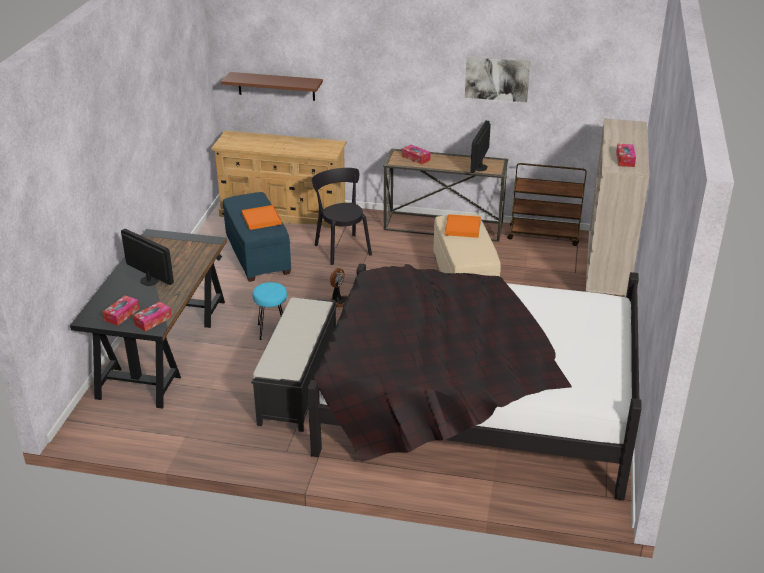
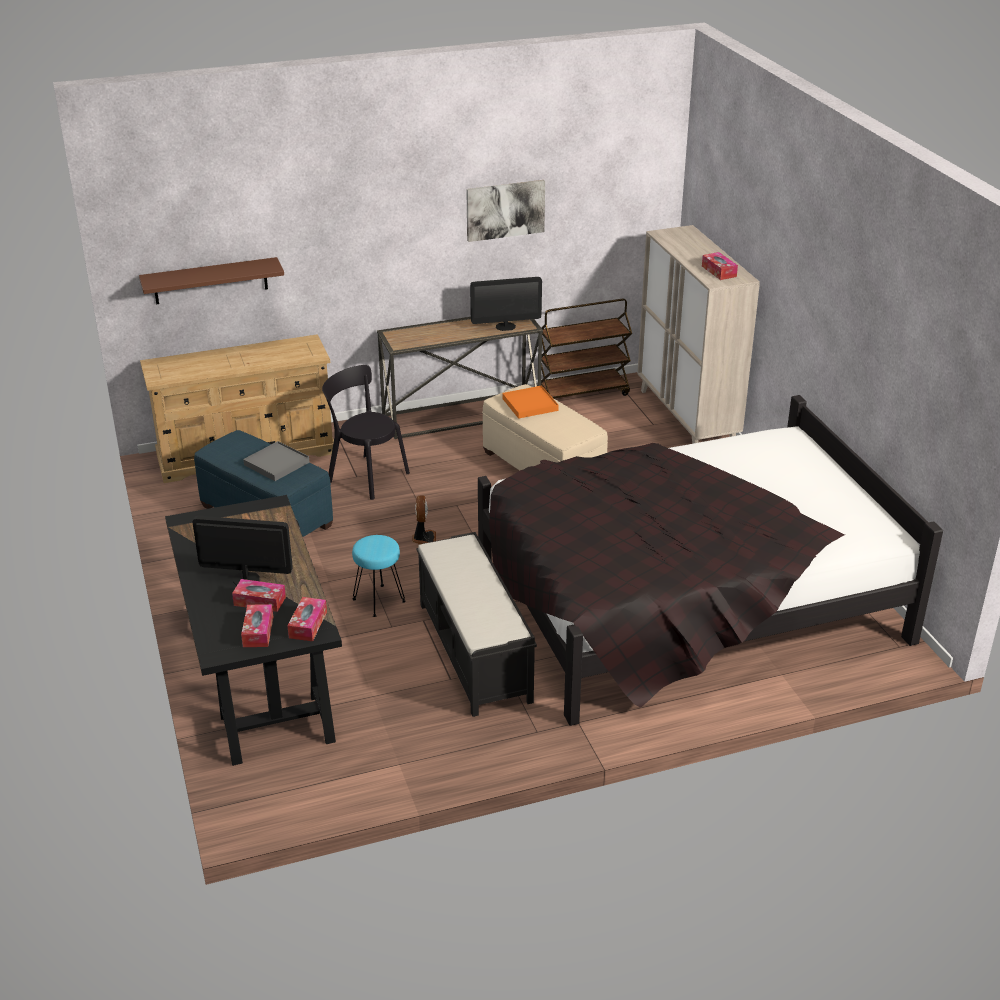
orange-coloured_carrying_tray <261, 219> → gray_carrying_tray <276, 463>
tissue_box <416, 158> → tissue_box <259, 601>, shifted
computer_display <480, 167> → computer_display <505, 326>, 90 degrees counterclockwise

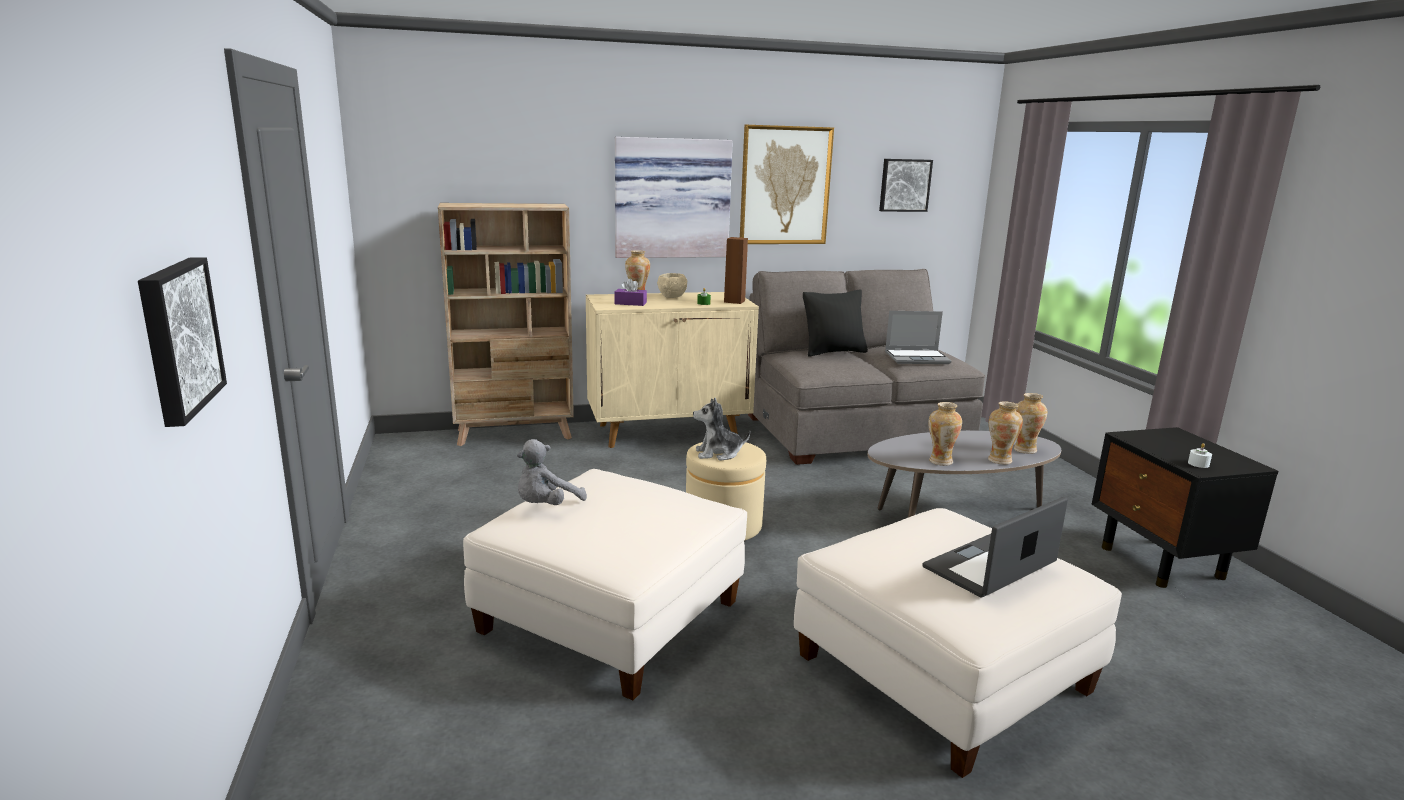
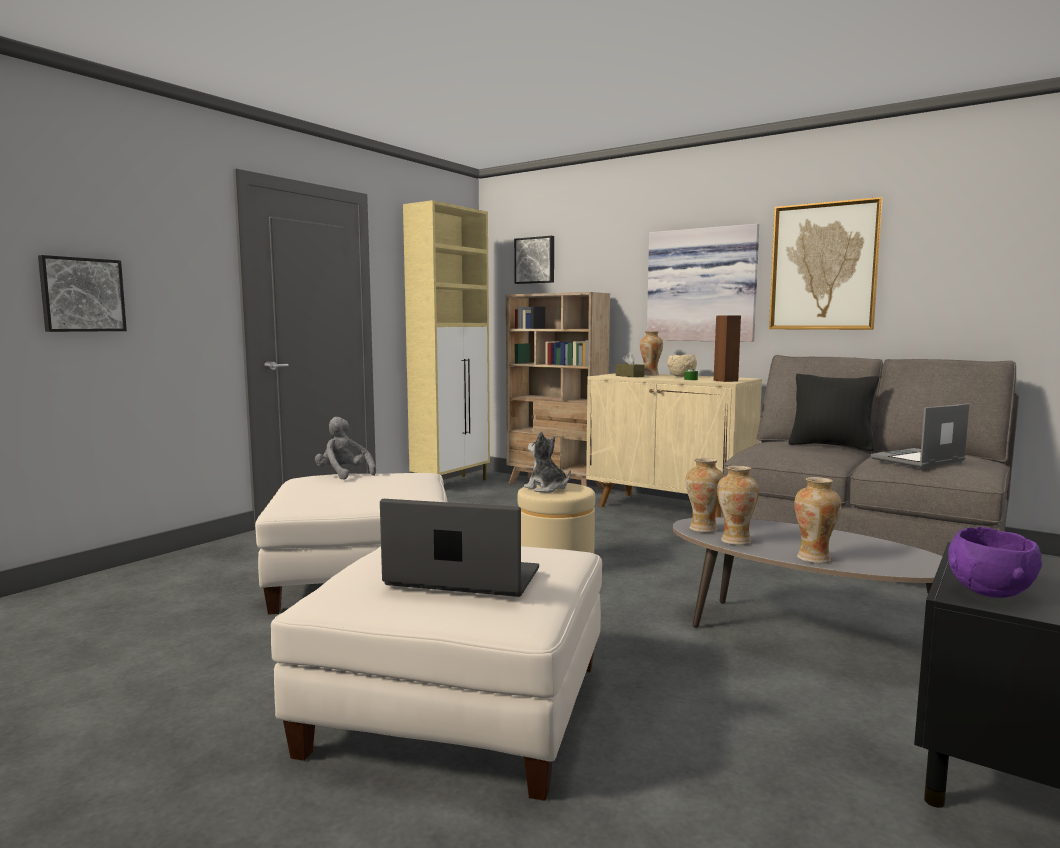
gray_soft_toy <546, 506> → gray_soft_toy <343, 475>, 45 degrees clockwise
purplish_tissue_box <630, 303> → brown_tissue_box <629, 376>
picture <904, 185> → picture <535, 260>, shifted
portable_computer <917, 358> → portable_computer <918, 460>, 105 degrees clockwise
vase <1024, 449> → vase <703, 529>, shifted
white_candle <1198, 464> → purplish_deep_dish <988, 593>
- → beige_cabinet <452, 484>

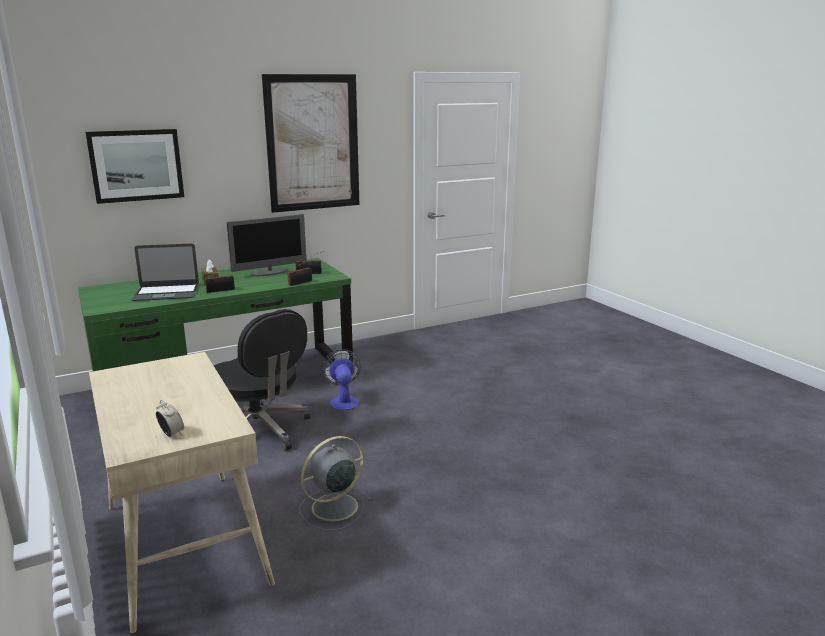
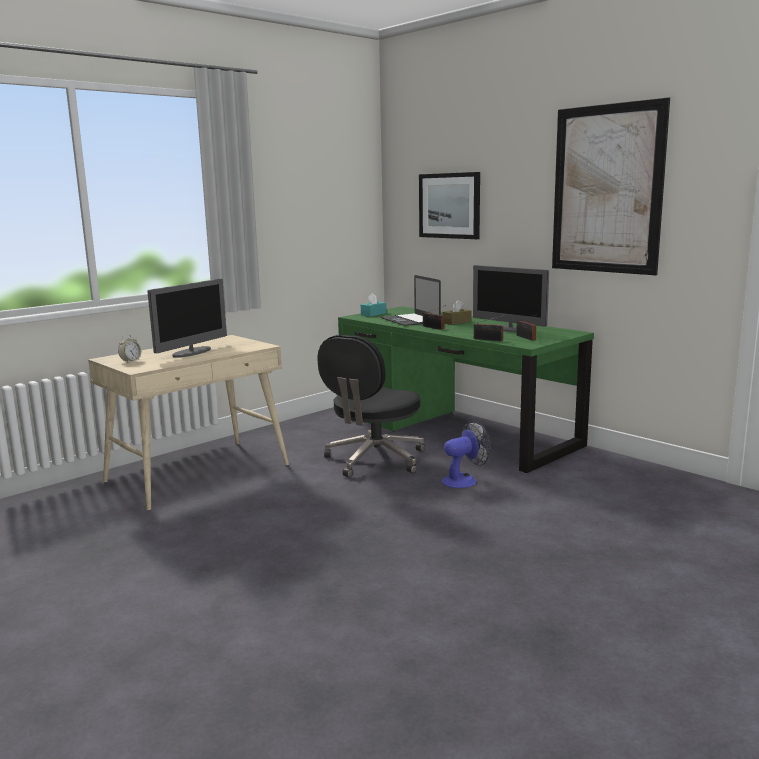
gray_electric_fan <332, 508> → -
- → computer_display <192, 352>
- → turquoise_tissue_box <373, 314>

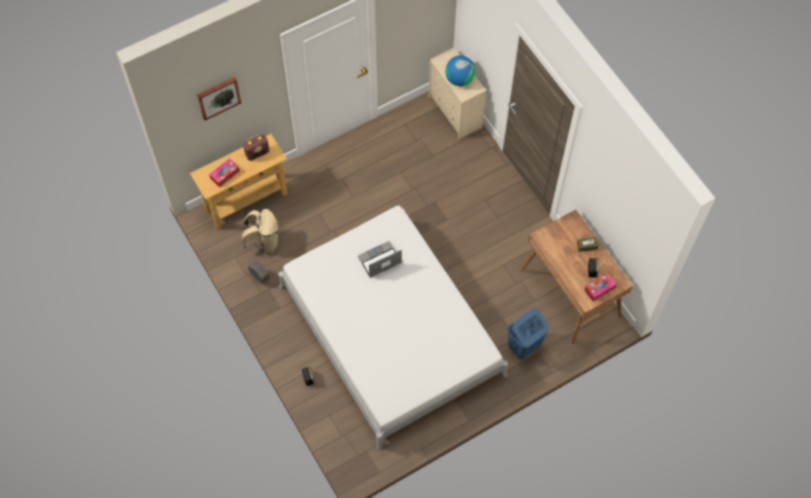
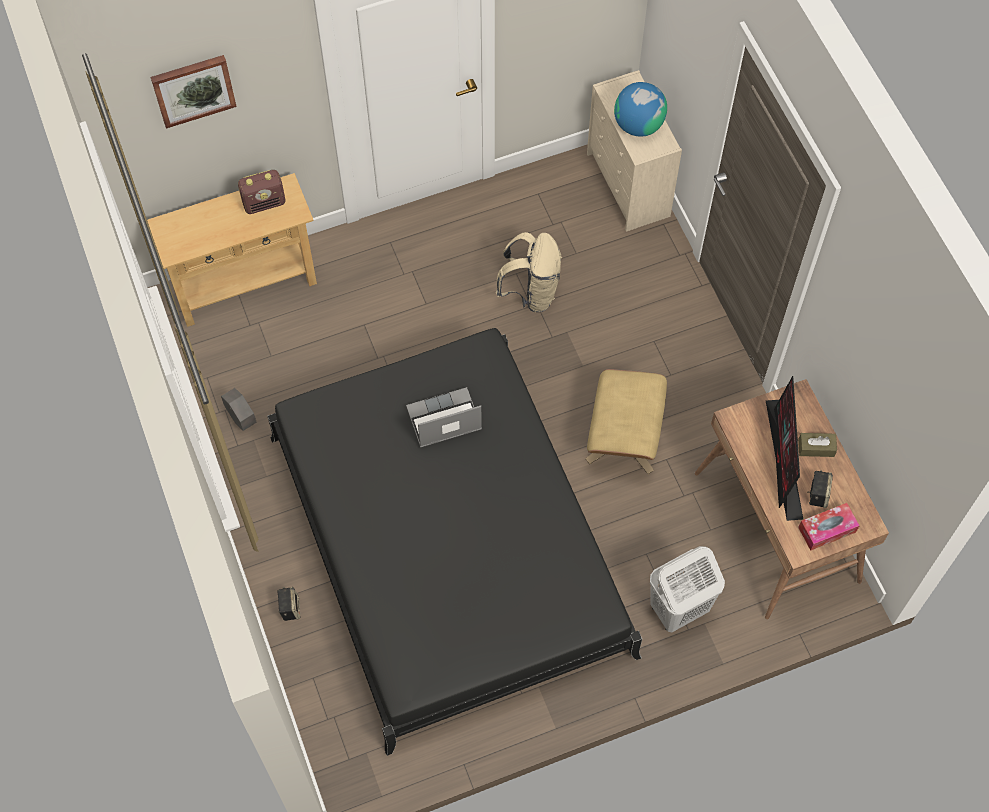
tissue_box <225, 175> → -
beige_rucksack <264, 242> → beige_rucksack <531, 292>, shifted
white_sleeping_bed <391, 329> → blackish_sleeping_bed <449, 544>
blue-coloured_washing_basket <523, 346> → white_washing_basket <678, 609>
- → beige_ottoman <624, 439>
- → computer_display <784, 460>

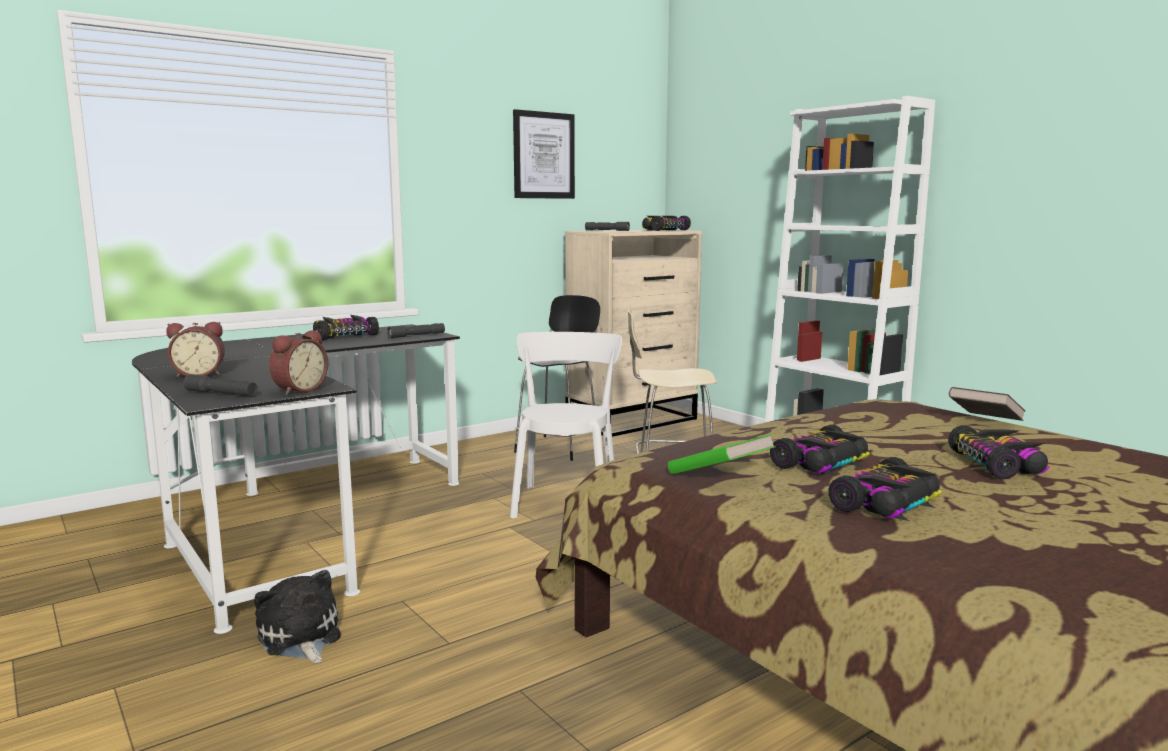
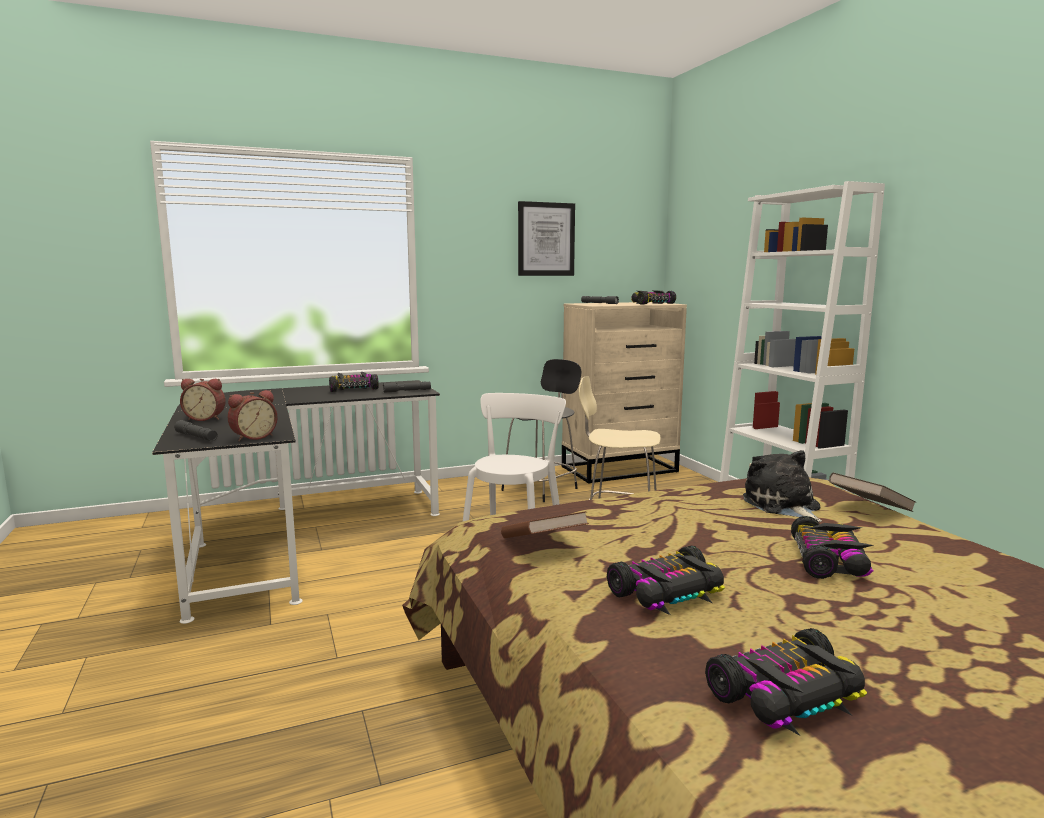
soft_toy <300, 638> → soft_toy <783, 505>, shifted
greenish_book <719, 477> → brown_book <542, 545>
toy_car <822, 464> → toy_car <787, 697>, shifted

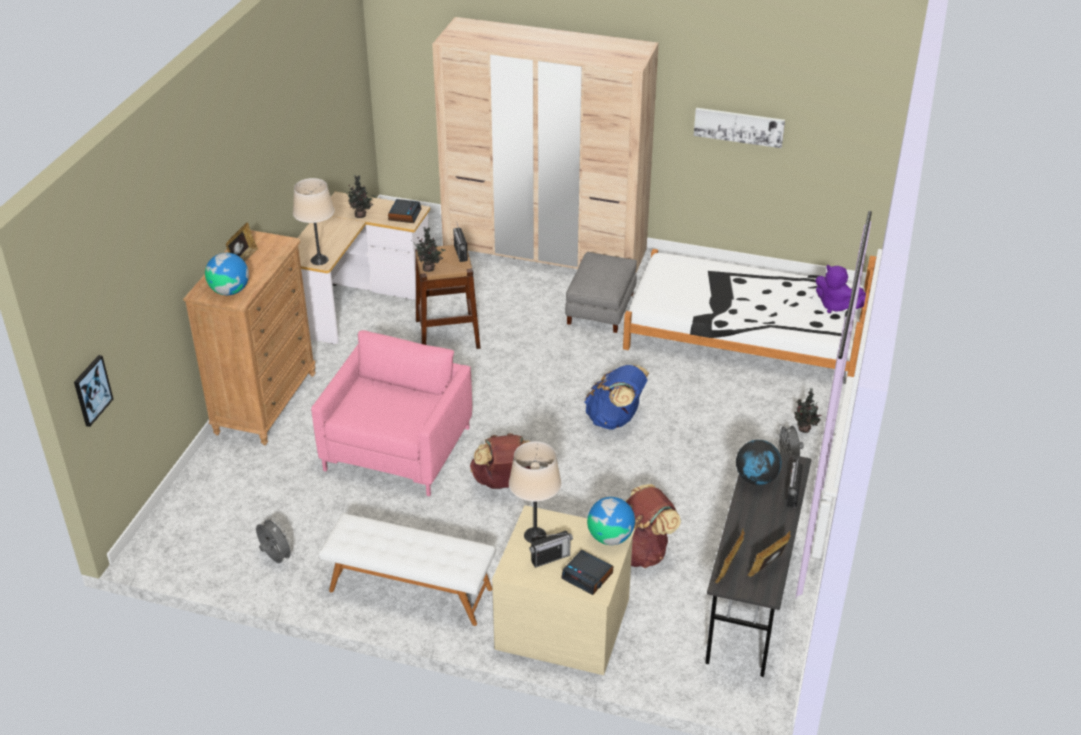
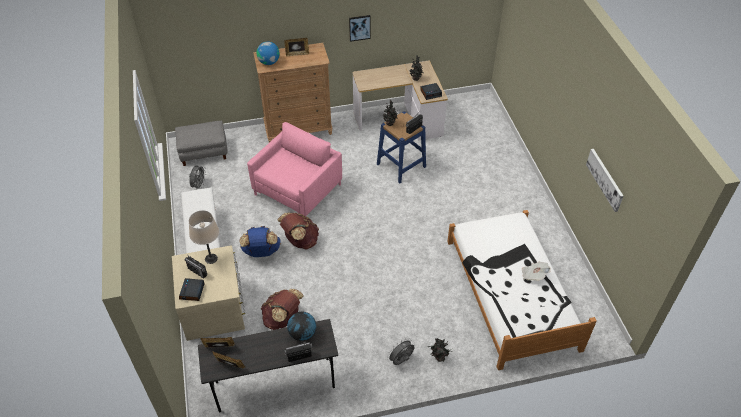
picture <92, 390> → picture <359, 27>, shifted
beige_table_lamp <319, 260> → -
pink_armchair <398, 449> → pink_armchair <298, 190>, 45 degrees counterclockwise
brown_stool_seat <447, 334> → blue-coloured_stool_seat <401, 165>
beige_armoire <545, 250> → -
gray_ottoman <601, 309> → gray_ottoman <203, 152>, shifted
blue-coloured_rucksack <615, 419> → blue-coloured_rucksack <261, 252>, shifted
globe <610, 537> → -
purplish_soft_toy <835, 306> → -
- → daily_paper <533, 275>

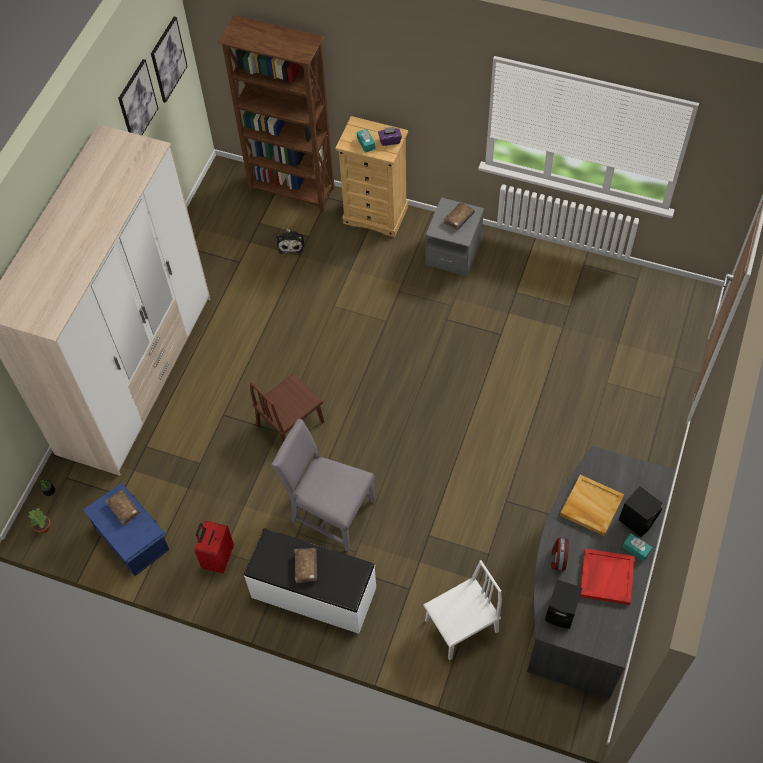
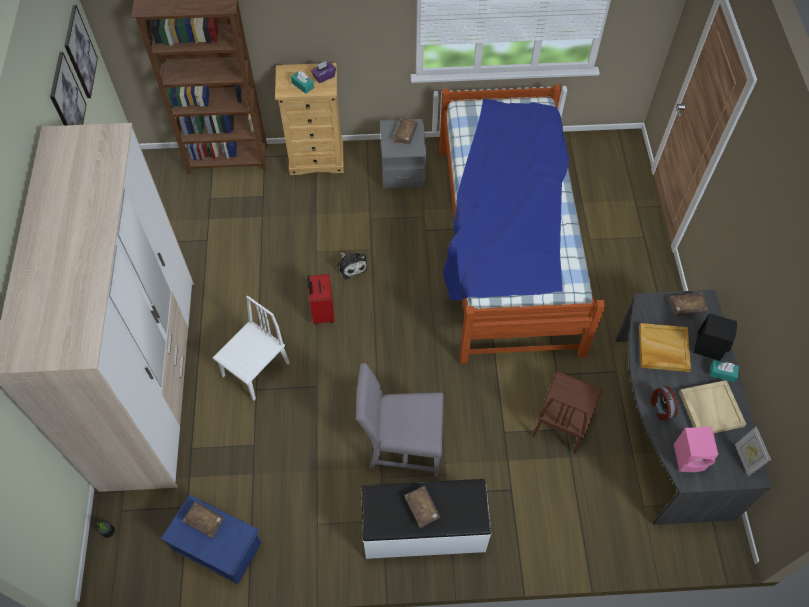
potted_plant <44, 528> → -
reddish_suitcase <218, 558> → reddish_suitcase <322, 312>, shifted
brown_plain_chair <290, 424> → brown_plain_chair <562, 421>, shifted
soft_toy <291, 243> → soft_toy <351, 266>, shifted
white_plain_chair <461, 626> → white_plain_chair <255, 369>, shifted
blackish_speaker <562, 612> → pink_speaker <690, 457>
reddish_carrying_tray <606, 577> → beige_carrying_tray <710, 409>
- → sleeping_bed <505, 246>
- → brown_book <687, 307>
- → photo_frame <744, 459>

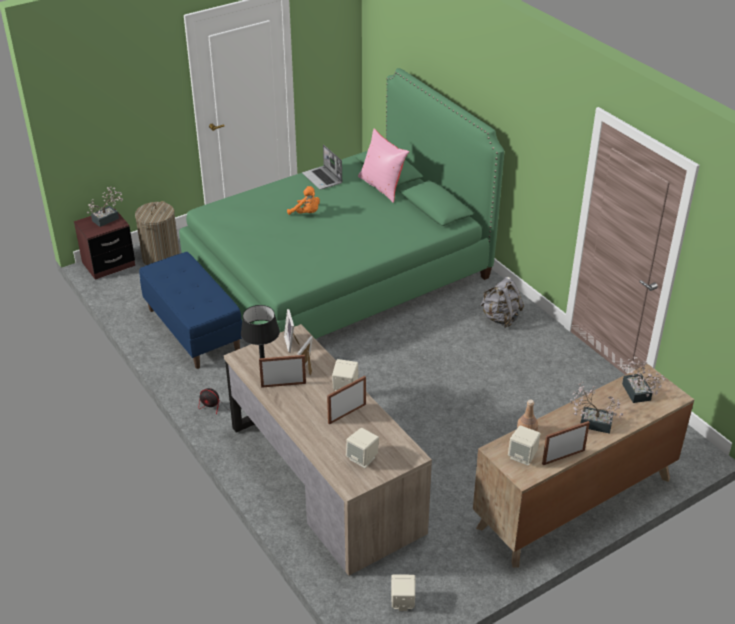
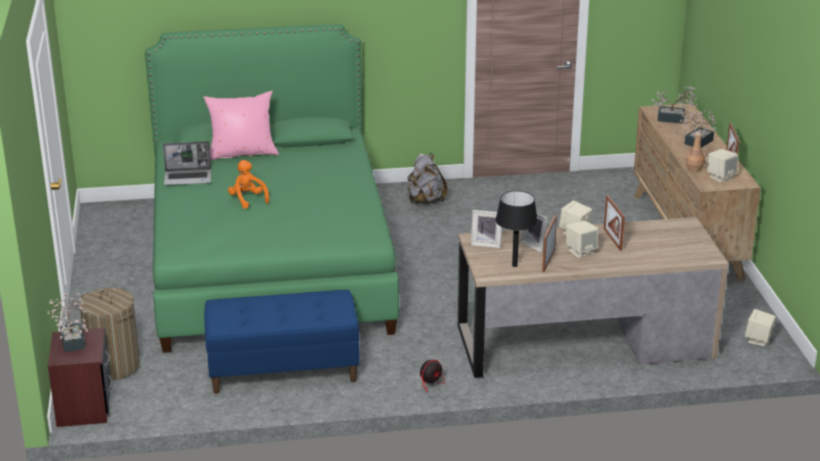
orange-coloured_soft_toy <306, 213> → orange-coloured_soft_toy <247, 200>, 90 degrees counterclockwise
beige_speaker <362, 458> → beige_speaker <580, 251>, shifted

